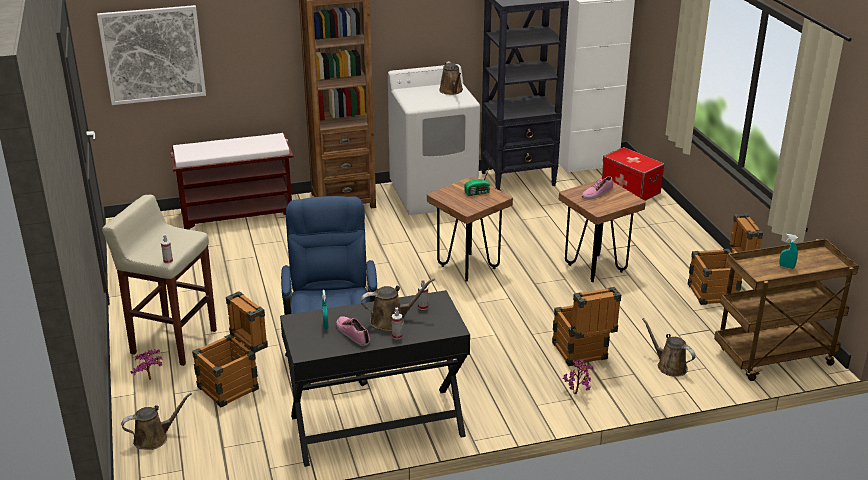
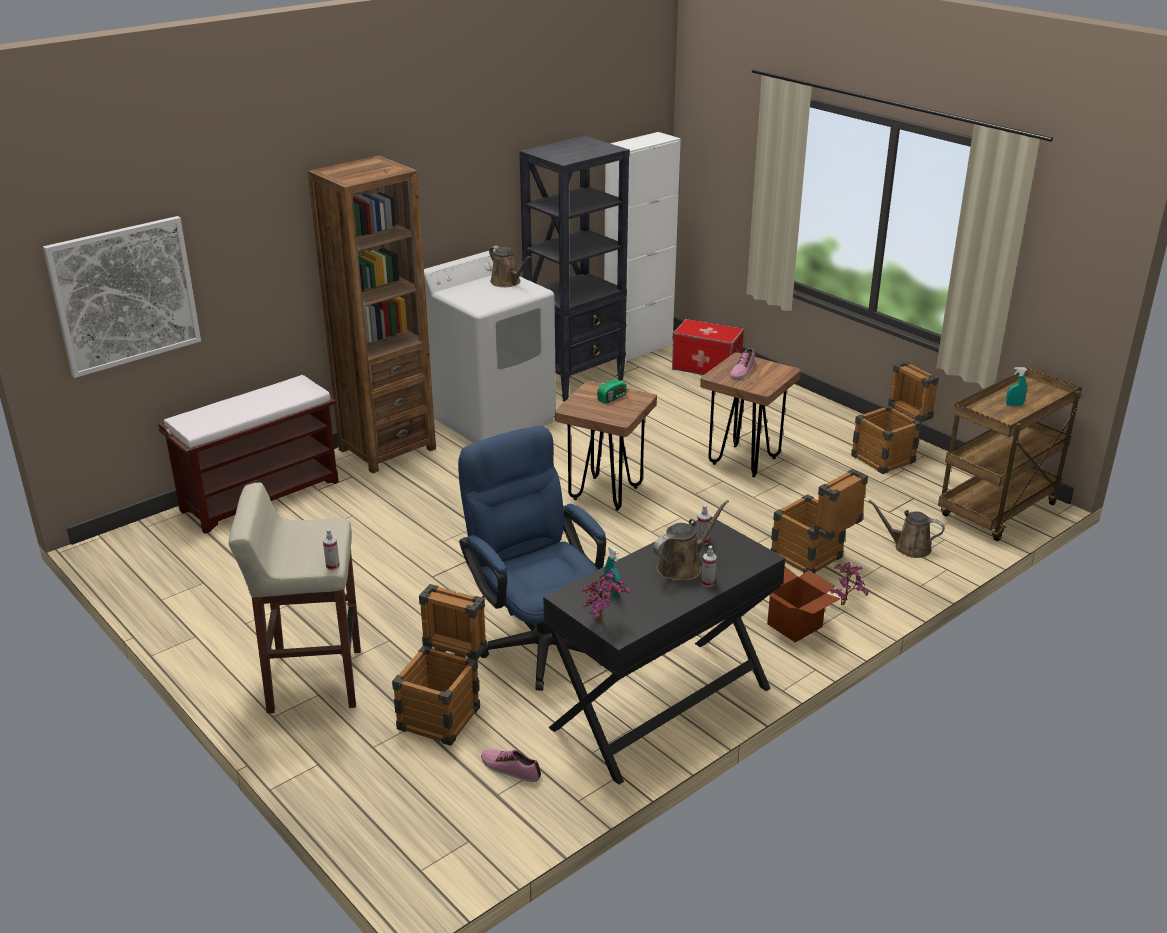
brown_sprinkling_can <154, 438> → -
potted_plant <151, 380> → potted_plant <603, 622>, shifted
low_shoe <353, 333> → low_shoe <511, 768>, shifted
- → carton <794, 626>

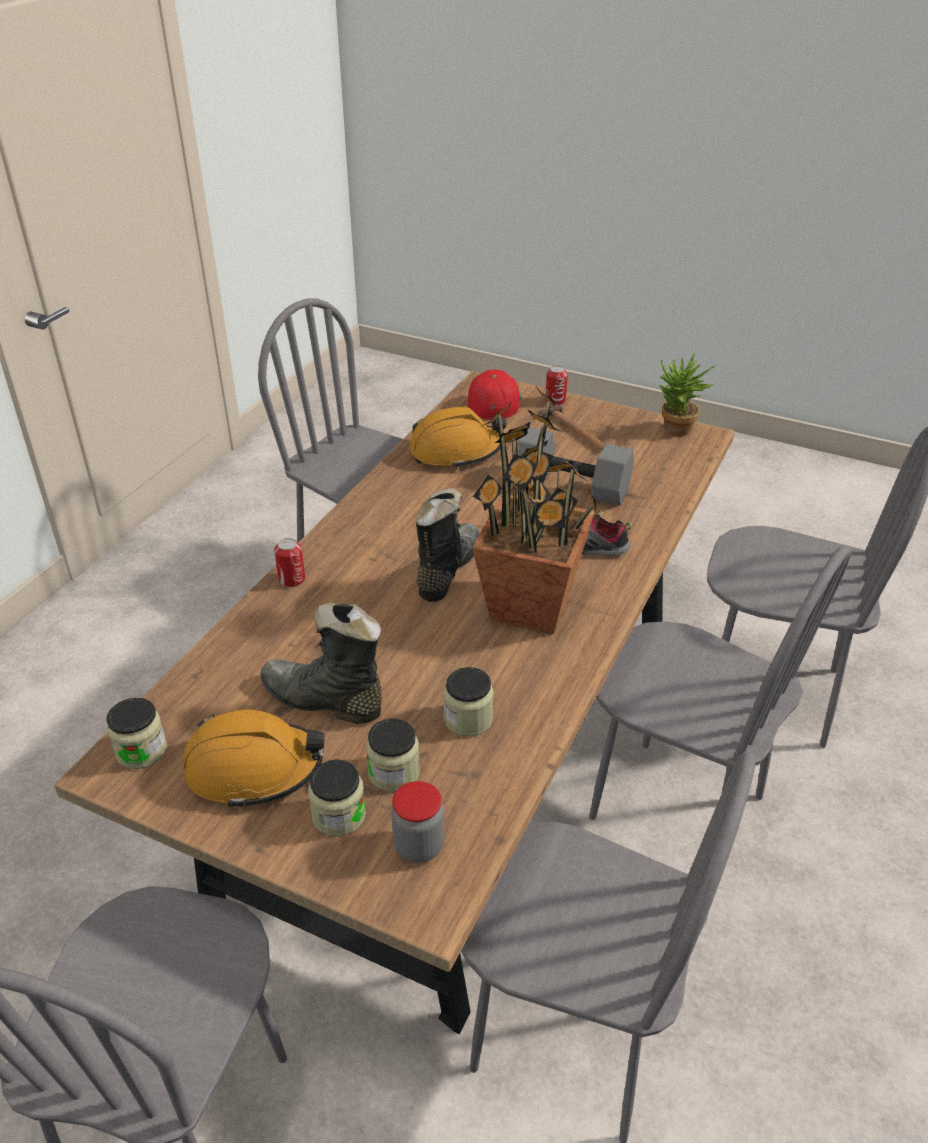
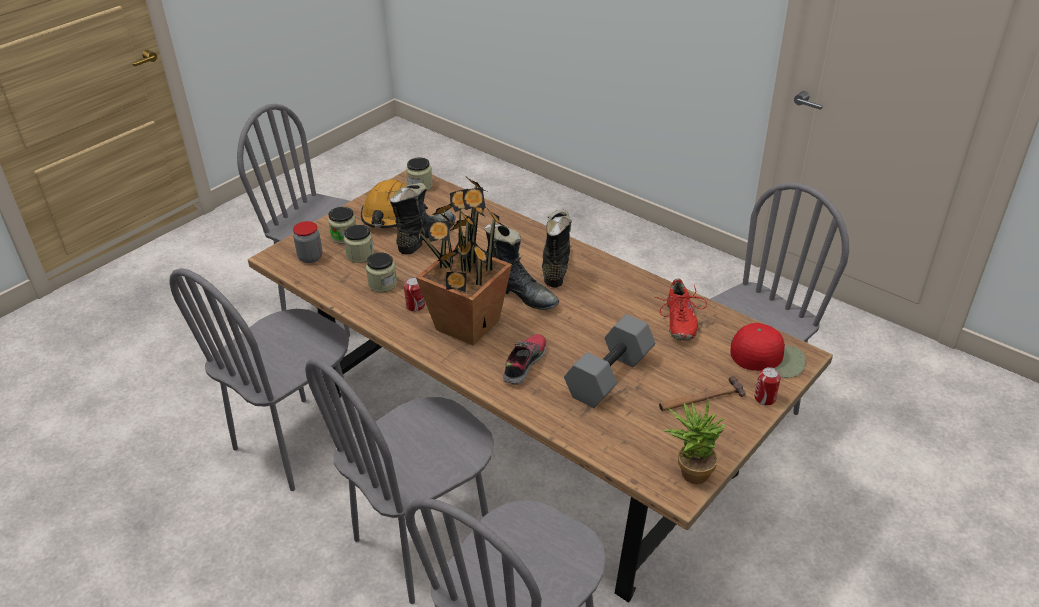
metal_can <292, 579> → metal_can <415, 306>, shifted
orange-coloured_work_helmet <456, 451> → reddish_low_shoe <679, 321>
- → blackish_tall_boot <555, 266>

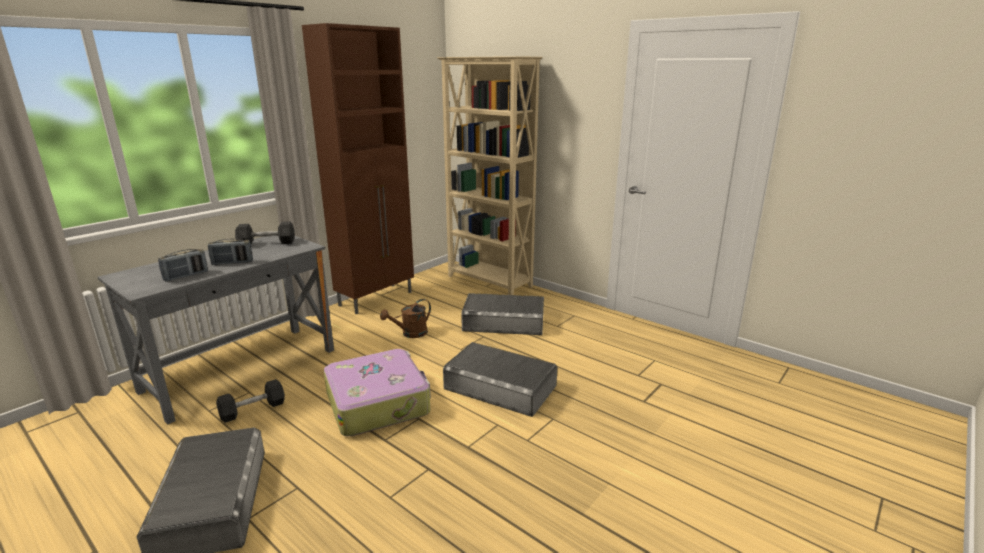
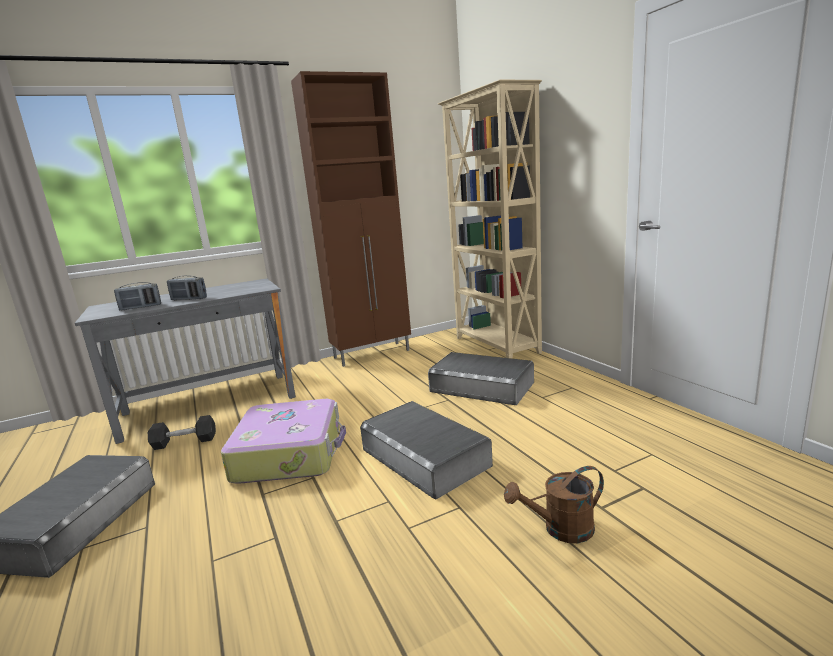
gray_hand_weight <267, 243> → -
brown_sprinkling_can <410, 334> → brown_sprinkling_can <560, 529>, shifted

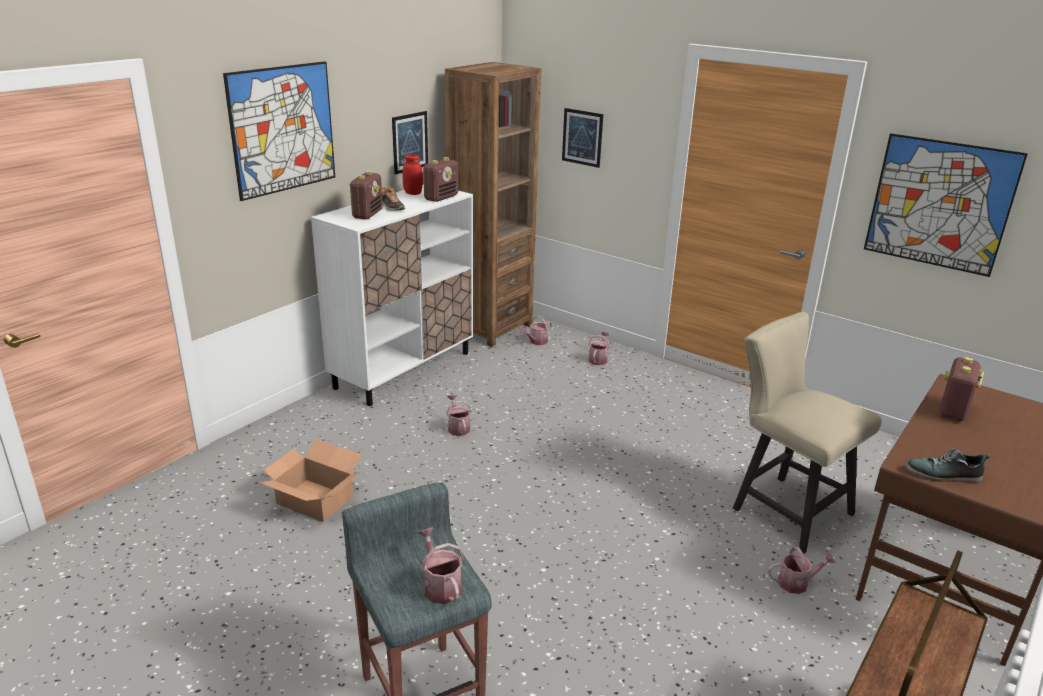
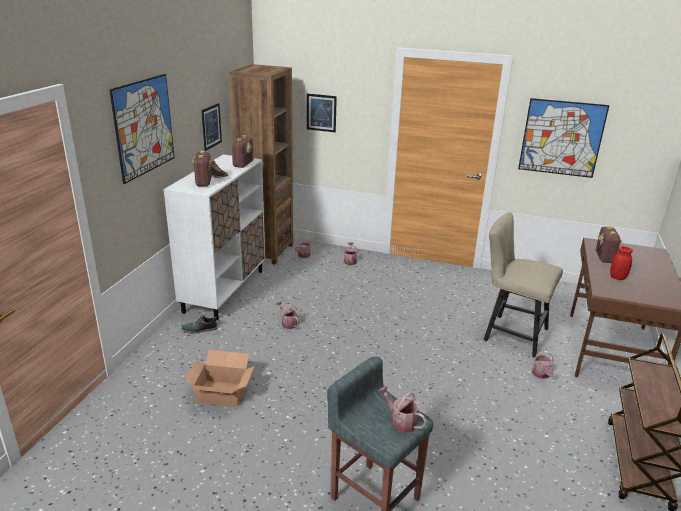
reddish_preserve_jar <413, 193> → reddish_preserve_jar <617, 277>, shifted
sprinkling_can <797, 583> → sprinkling_can <541, 375>, 120 degrees clockwise
low_shoe <943, 475> → low_shoe <199, 329>, shifted

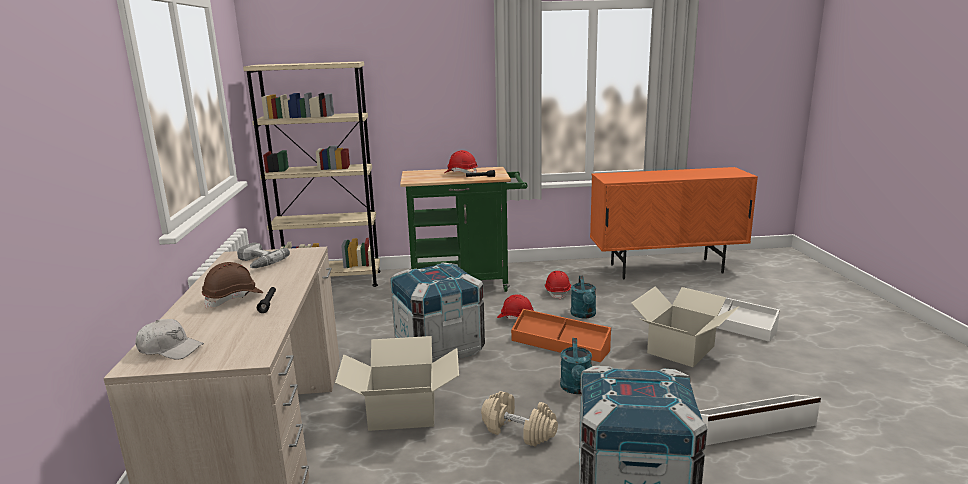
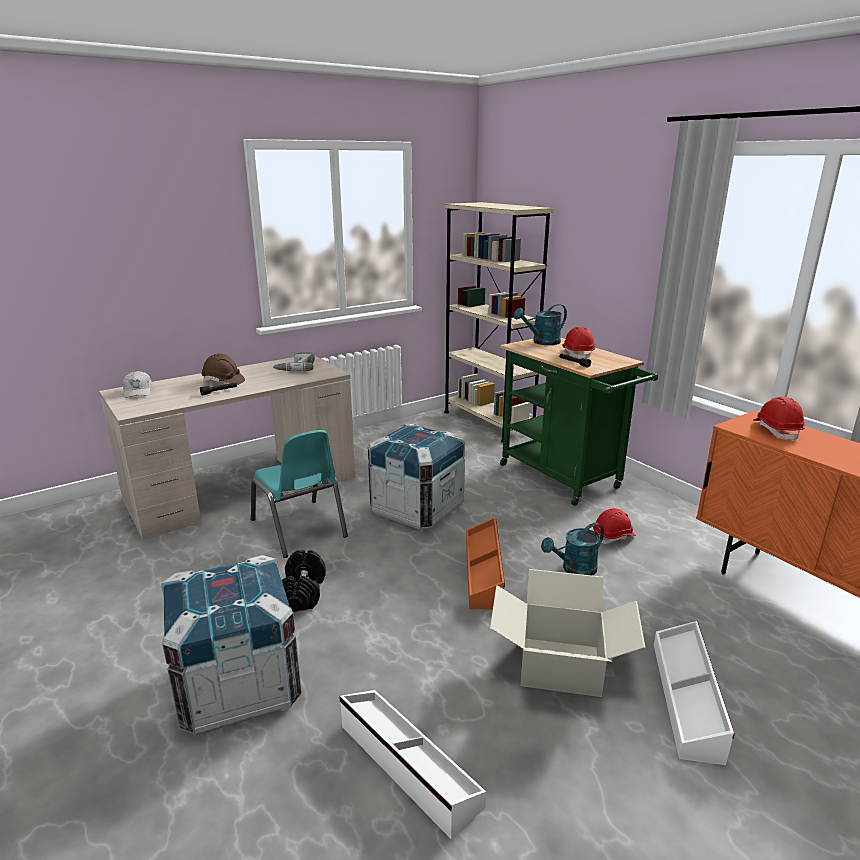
carton <402, 412> → turquoise_plain_chair <299, 528>
beige_hand_weight <519, 431> → blackish_hand_weight <303, 593>
reddish_work_helmet <515, 318> → reddish_work_helmet <776, 430>, shifted
turquoise_sprinkling_can <576, 389> → turquoise_sprinkling_can <542, 342>, shifted

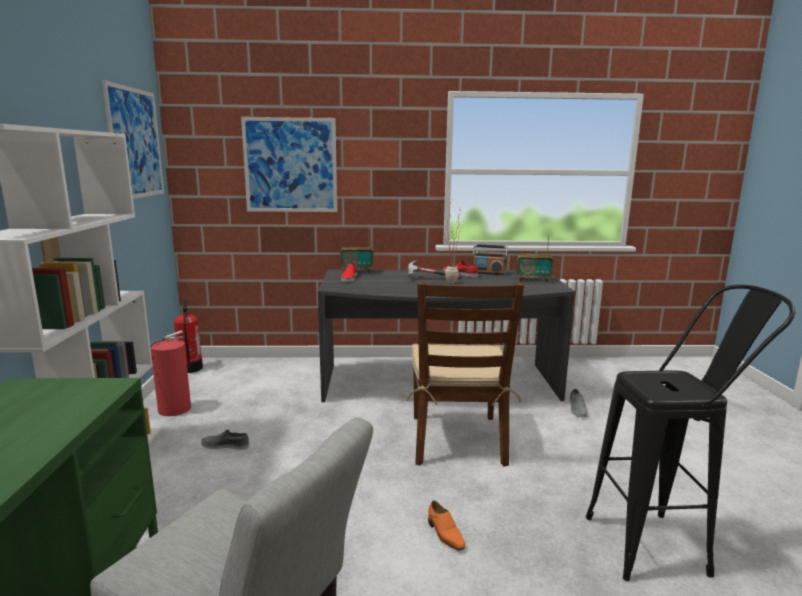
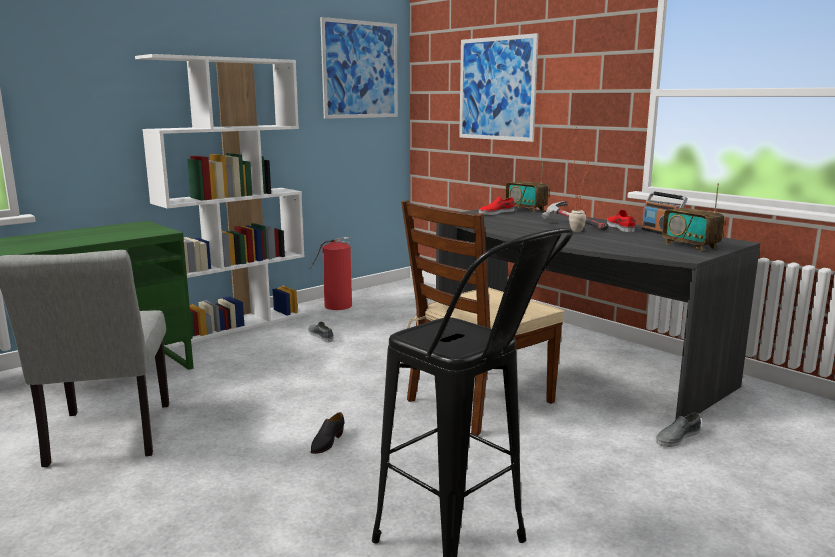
fire_extinguisher <190, 368> → -
orange-coloured_low_shoe <445, 534> → blackish_low_shoe <327, 442>

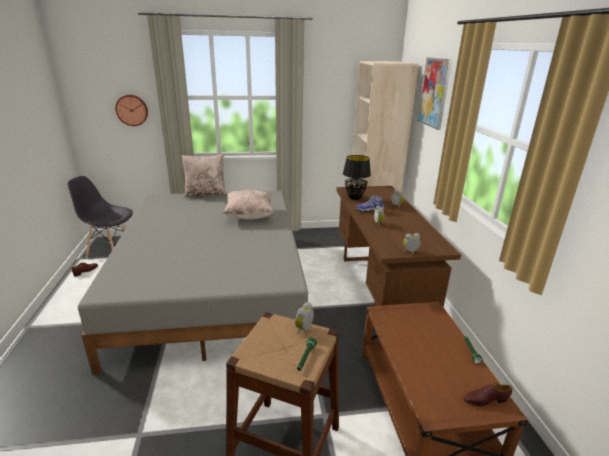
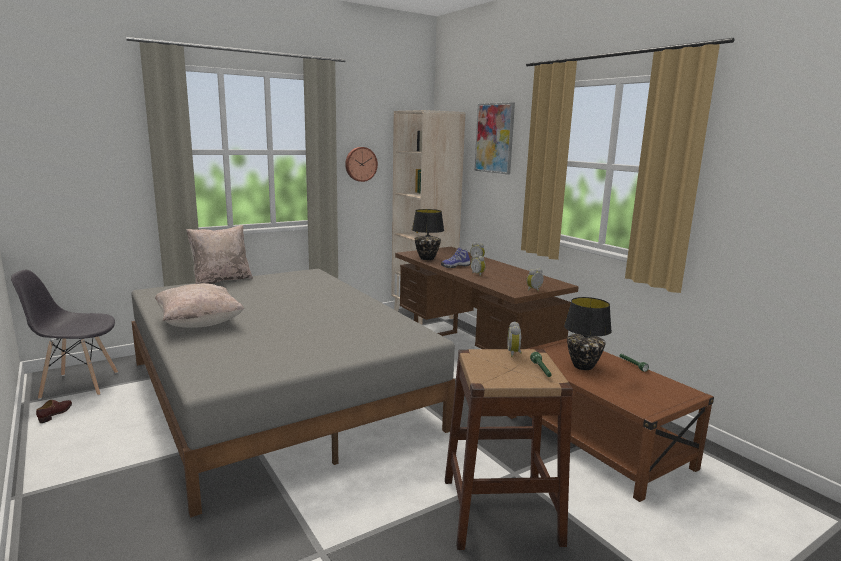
wall_clock <132, 110> → wall_clock <360, 164>, shifted
beige_throw_pillow <249, 216> → beige_throw_pillow <199, 323>, shifted
brown_low_shoe <485, 399> → -
- → blackish_table_lamp <583, 366>

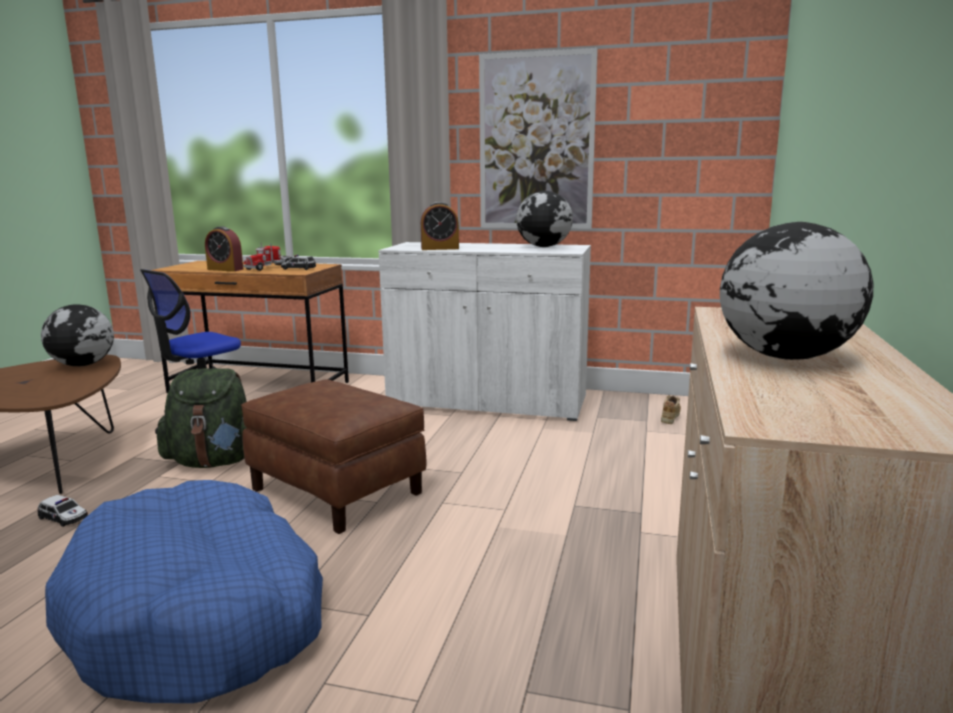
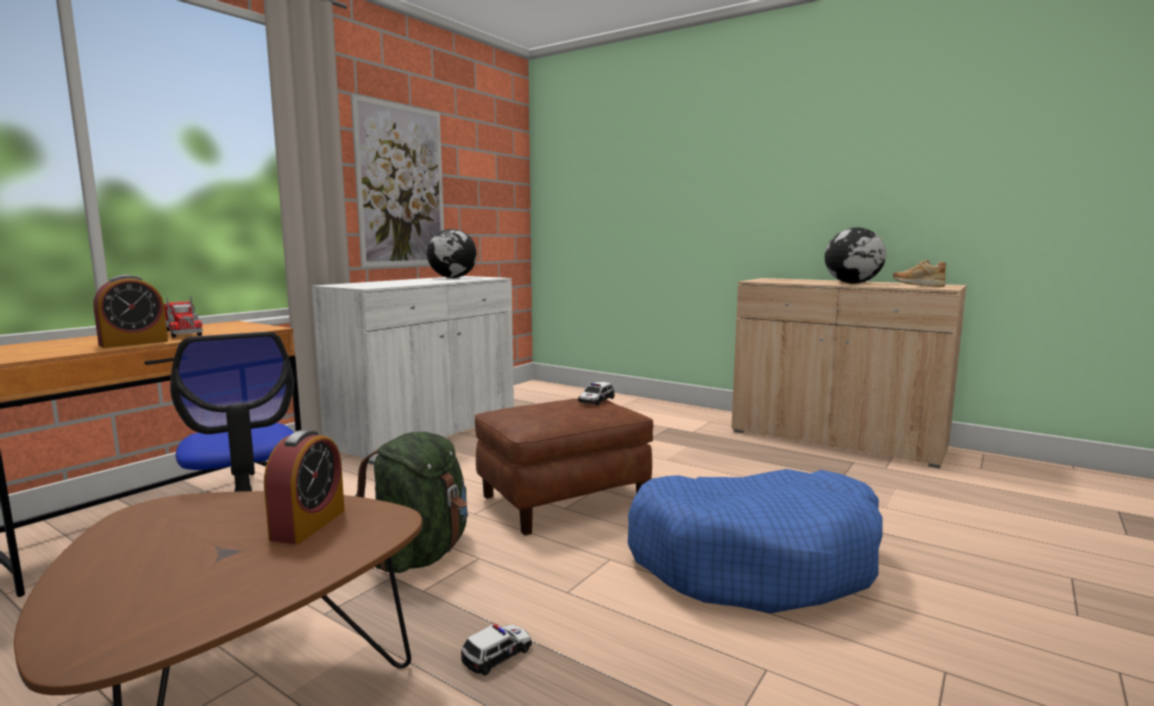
globe <83, 365> → -
toy_car <298, 268> → toy_car <596, 400>, shifted
alarm_clock <440, 248> → alarm_clock <308, 524>, shifted
beige_low_shoe <671, 417> → beige_low_shoe <917, 286>, shifted

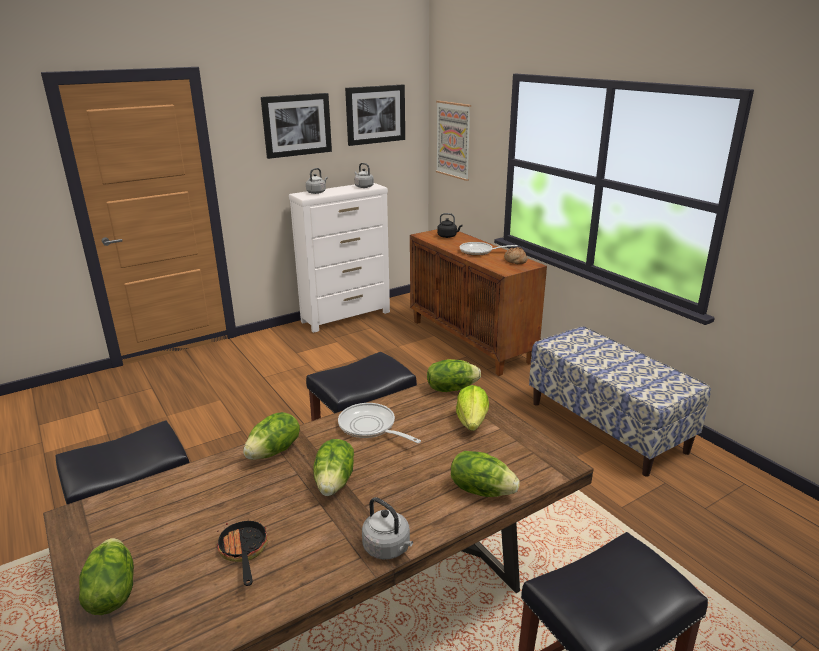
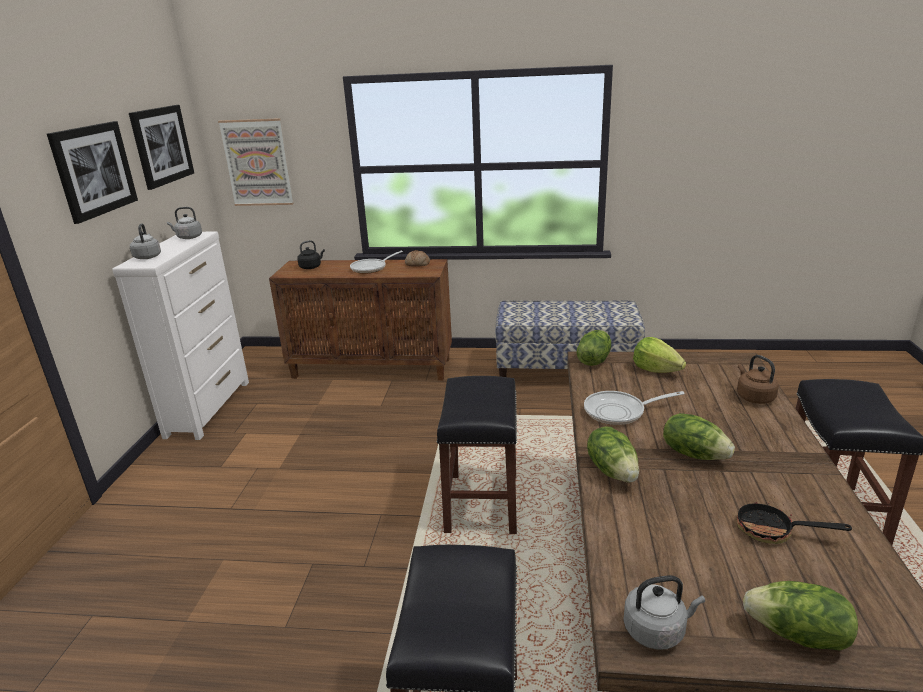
gray_tea_kettle <388, 548> → gray_tea_kettle <657, 630>, shifted
lettuce <481, 490> → brown_tea_kettle <753, 397>

